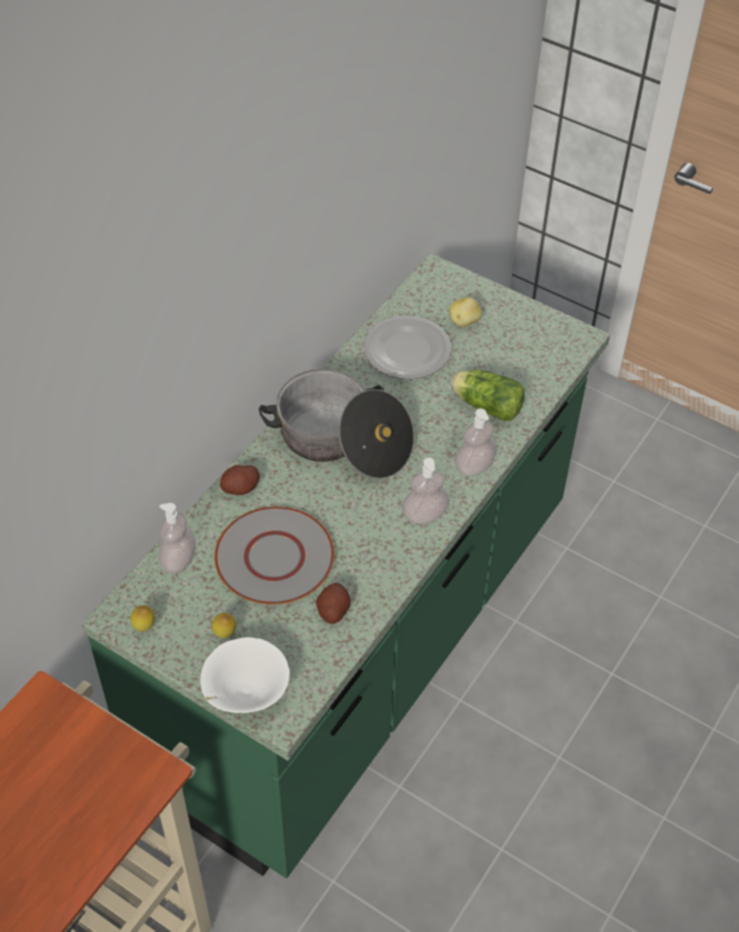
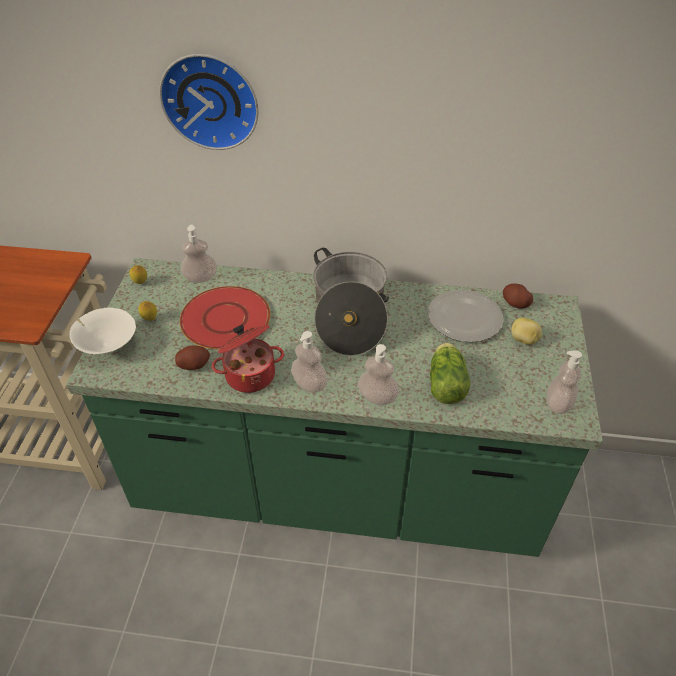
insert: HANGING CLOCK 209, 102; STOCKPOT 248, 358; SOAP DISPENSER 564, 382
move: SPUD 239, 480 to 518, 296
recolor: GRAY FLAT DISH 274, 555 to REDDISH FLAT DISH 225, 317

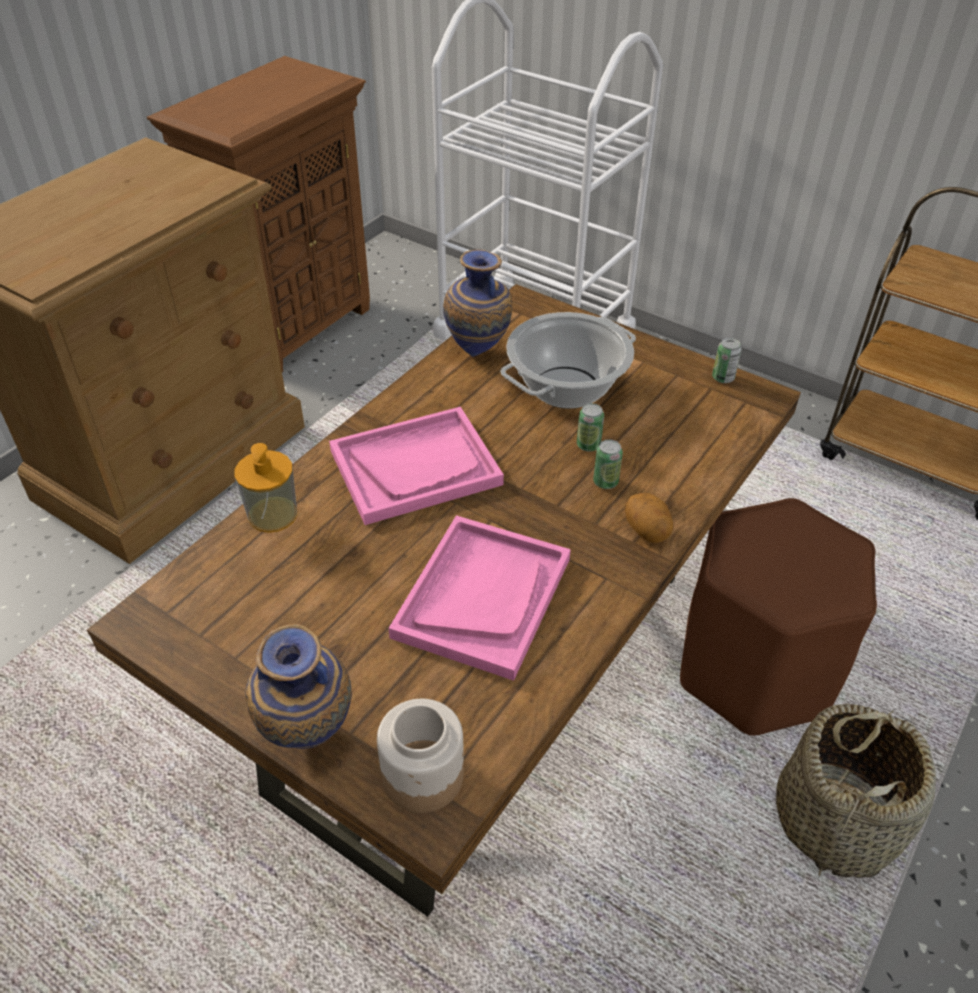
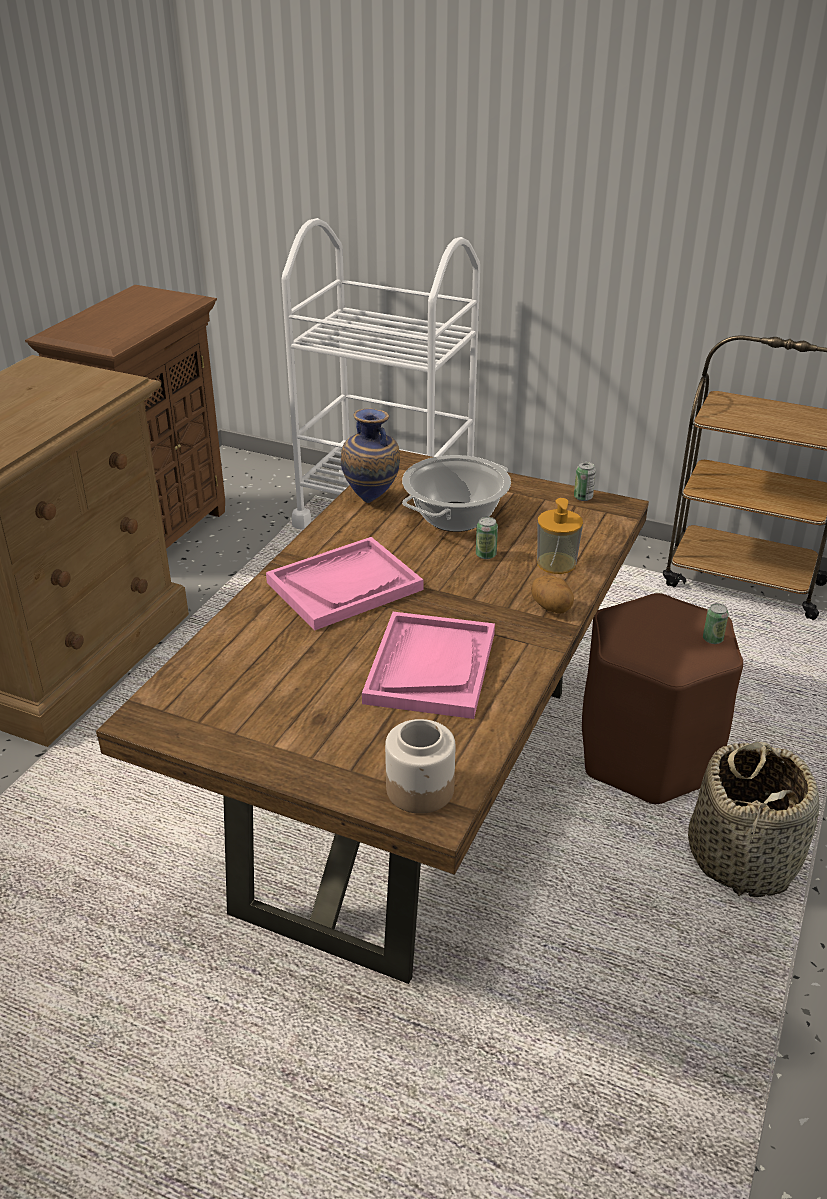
delete: DECORATIVE VASE 298, 686
move: SOAP DISPENSER 266, 488 to 560, 536; METAL CAN 608, 464 to 716, 623

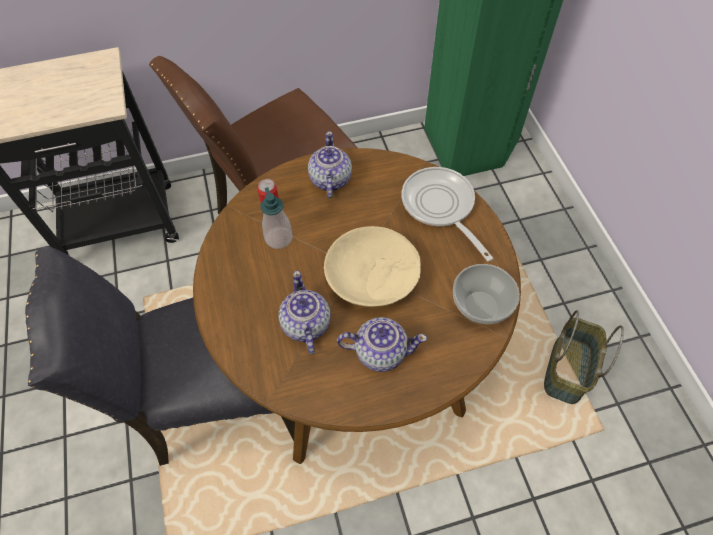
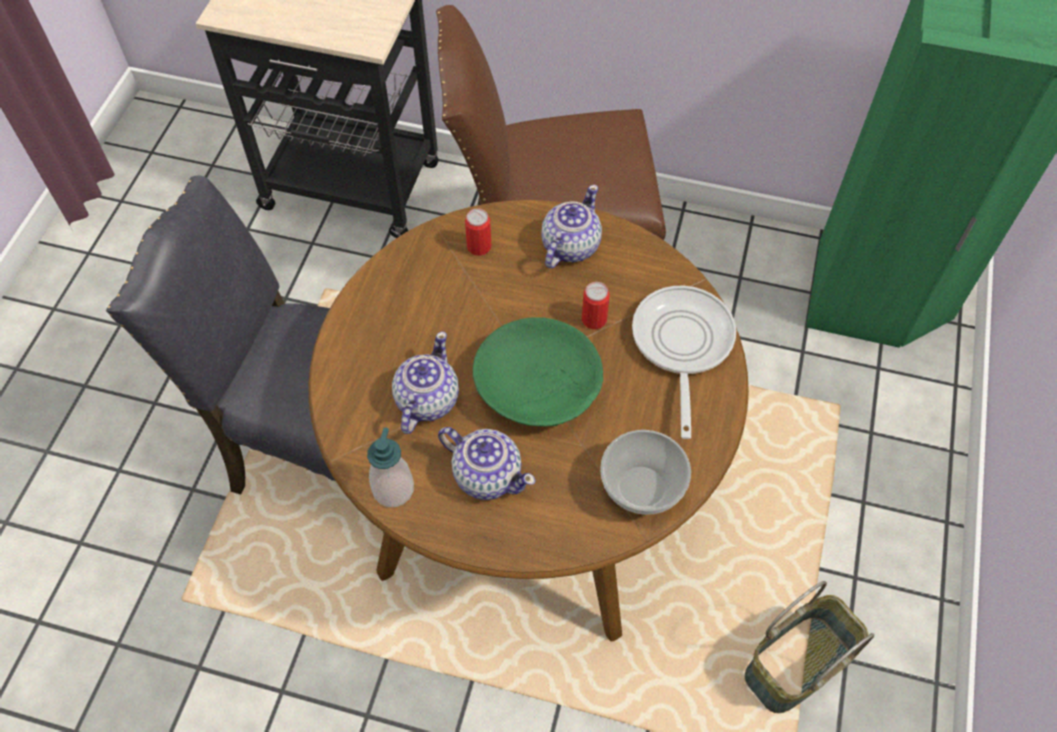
insert: METAL CAN 596, 305
move: SOAP DISPENSER 276, 218 to 390, 467
recolor: SAND-COLOURED SERVING BOWL 372, 266 to GREEN SERVING BOWL 538, 372

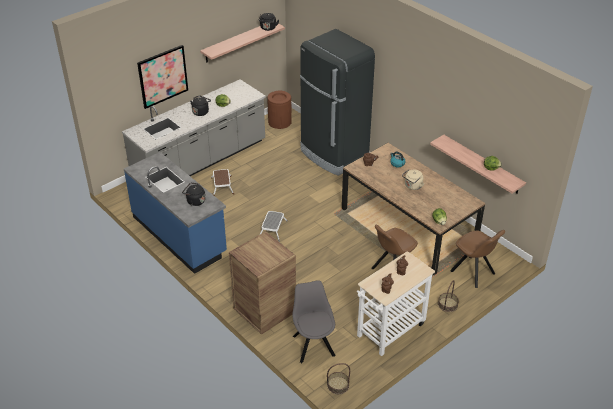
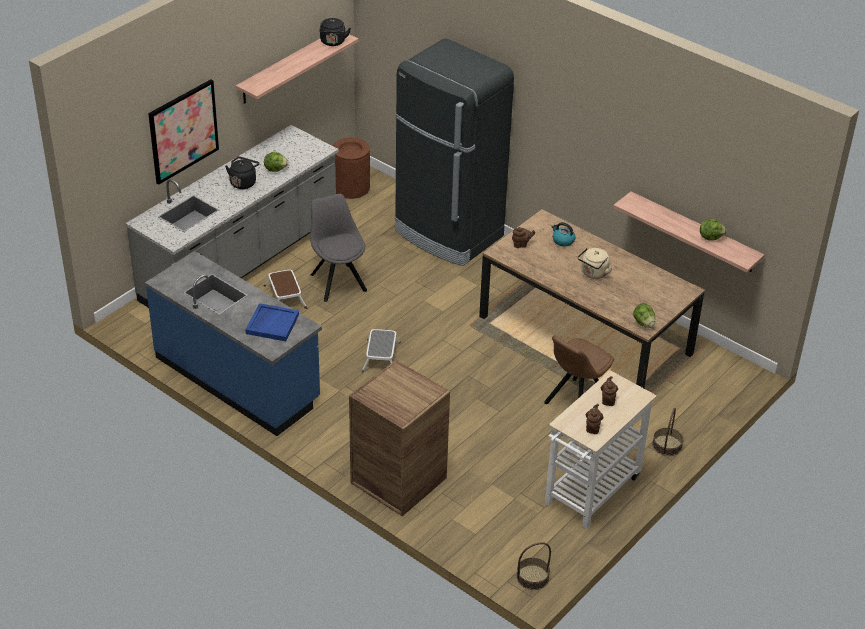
delete: BROWN PLAIN CHAIR 477, 259
move: GRAY PLAIN CHAIR 313, 321 to 338, 248
replace: BLACKISH KETTLE 193, 194 to BLUE-COLOURED TRAY 272, 322

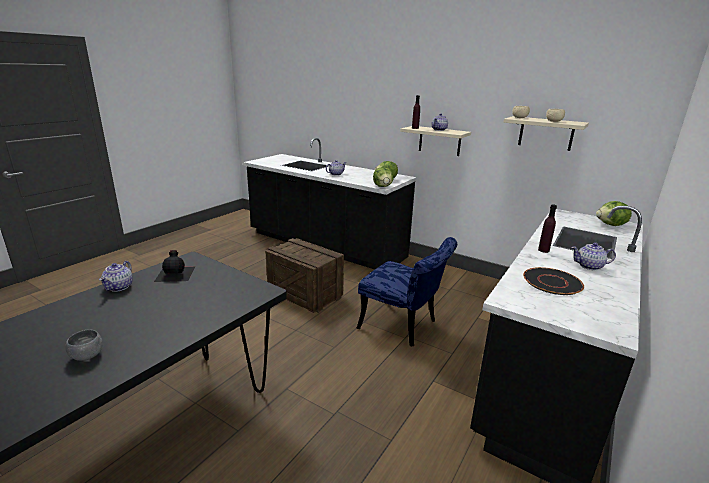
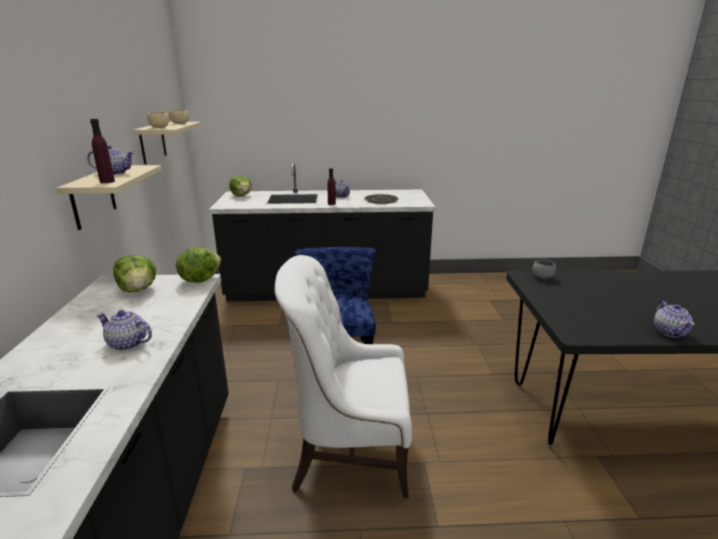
delete: BLACKISH DRINK BOTTLE 174, 266
move: GRAY SERVING BOWL 84, 345 to 544, 269
replace: SHIPPING CRATE 304, 275 to WHITE PLAIN CHAIR 343, 376
rotate: TEA POT 116, 276 = 674, 319 120 degrees clockwise

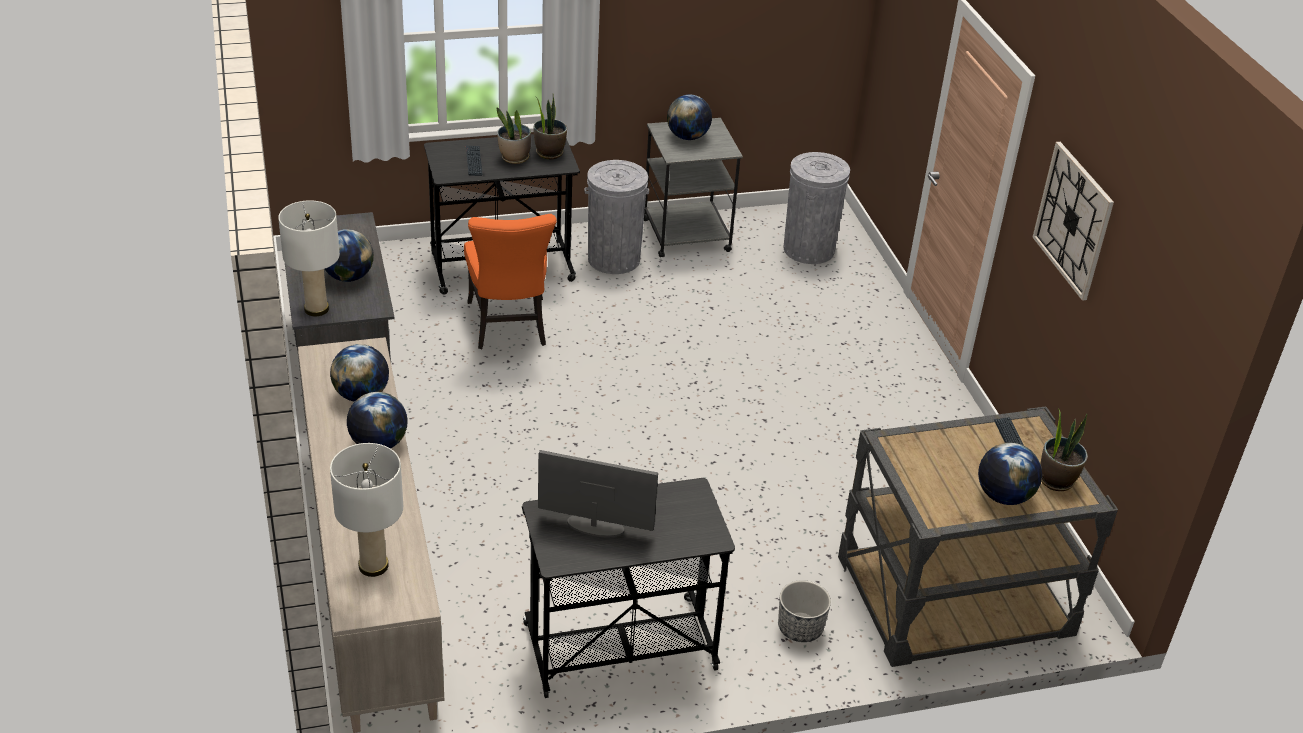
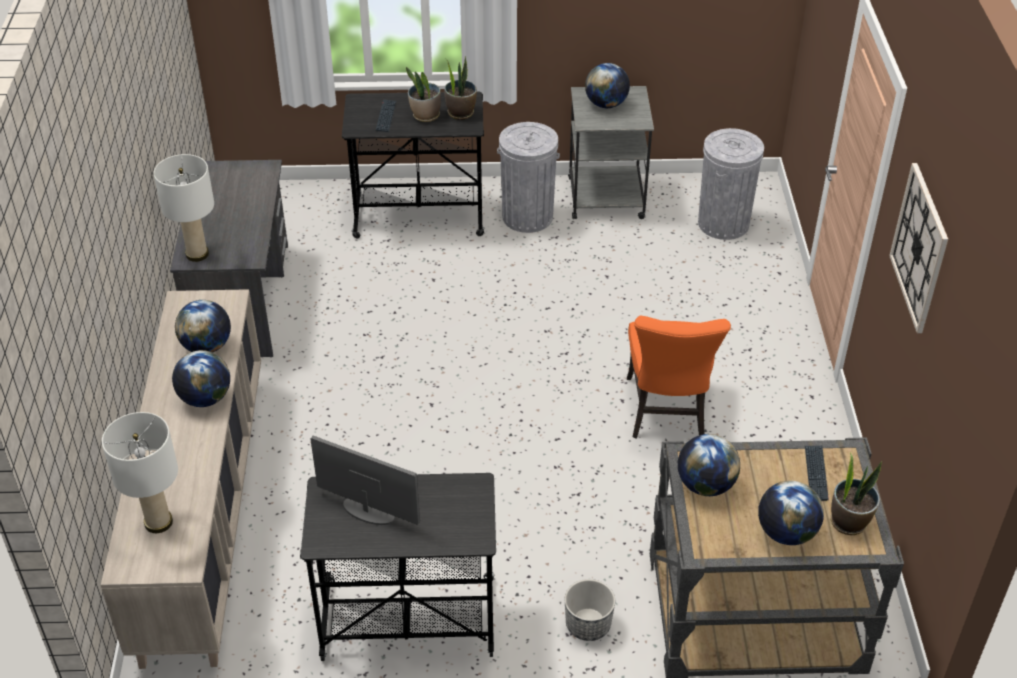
move: ORANGE-COLOURED PLAIN CHAIR 510, 281 to 679, 377; GLOBE 349, 255 to 709, 465

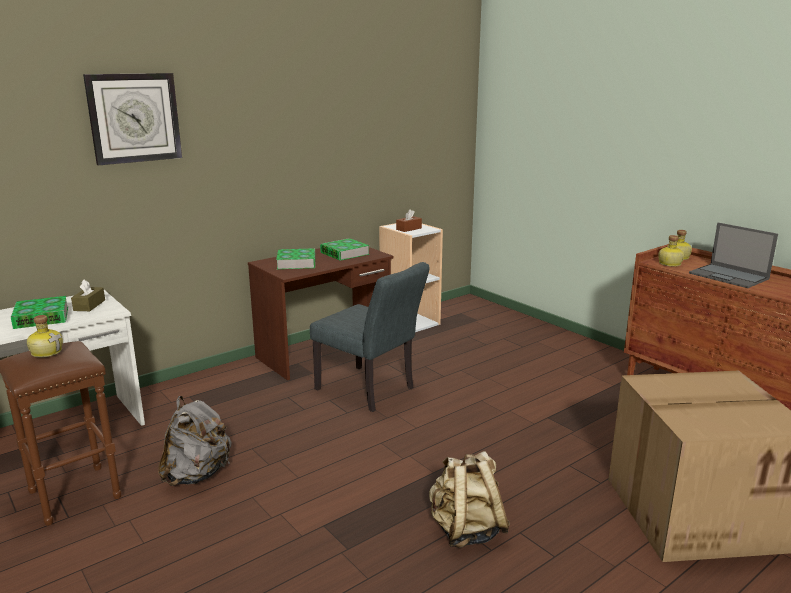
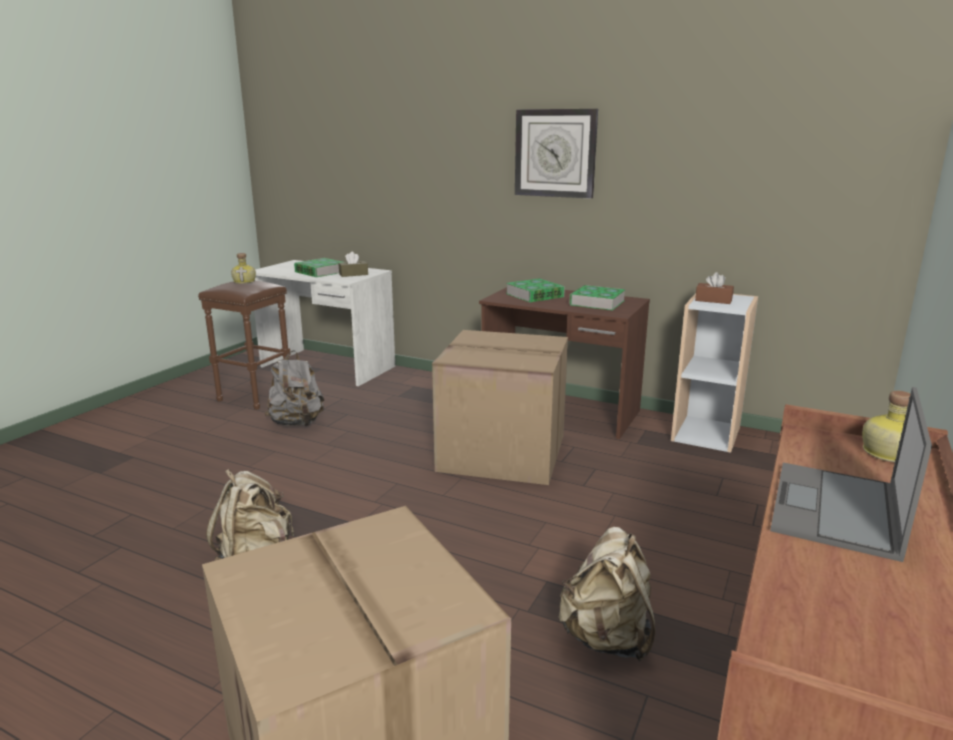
delete: DRINK BOTTLE 671, 251
insert: SAND-COLOURED KNAPSACK 606, 594
move: HANGING CLOCK 132, 119 to 556, 154
replace: GRAY PLAIN CHAIR 370, 337 to CARDBOARD BOX 500, 407

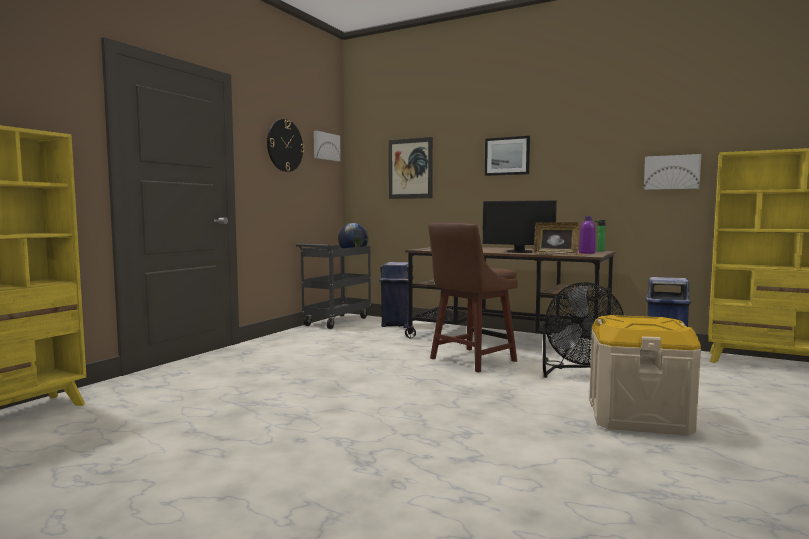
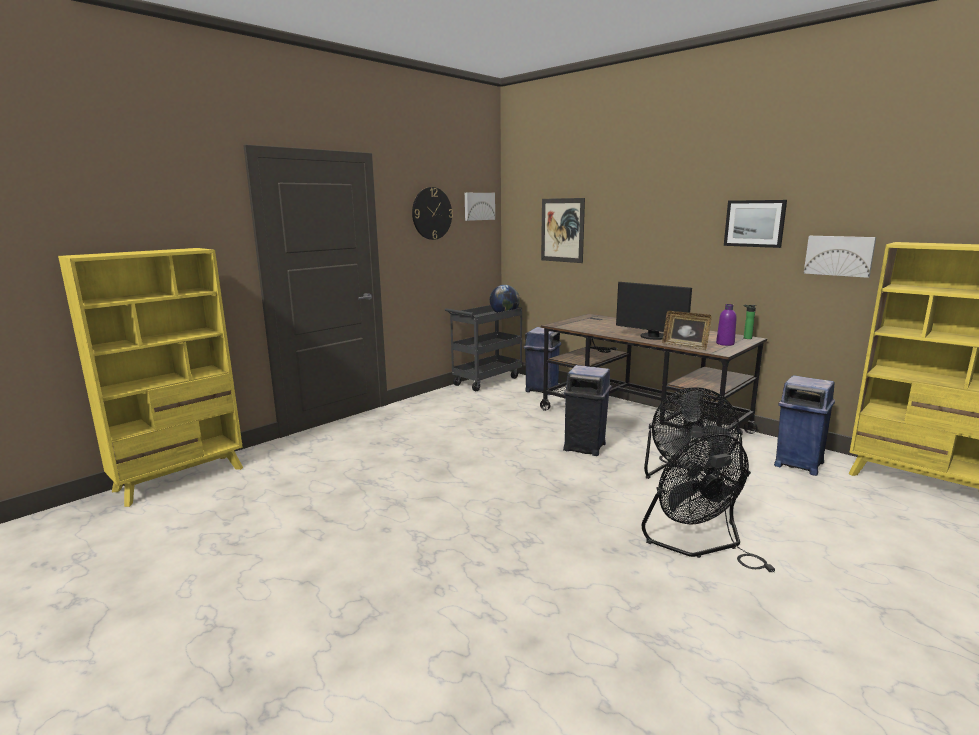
move: WALL ART 507, 156 to 755, 224
replace: BROWN PLAIN CHAIR 473, 297 to BLUE-COLOURED WASTE BIN 587, 410; SAND-COLOURED STORAGE BIN 645, 375 to BLACKISH COOLING FAN 708, 503

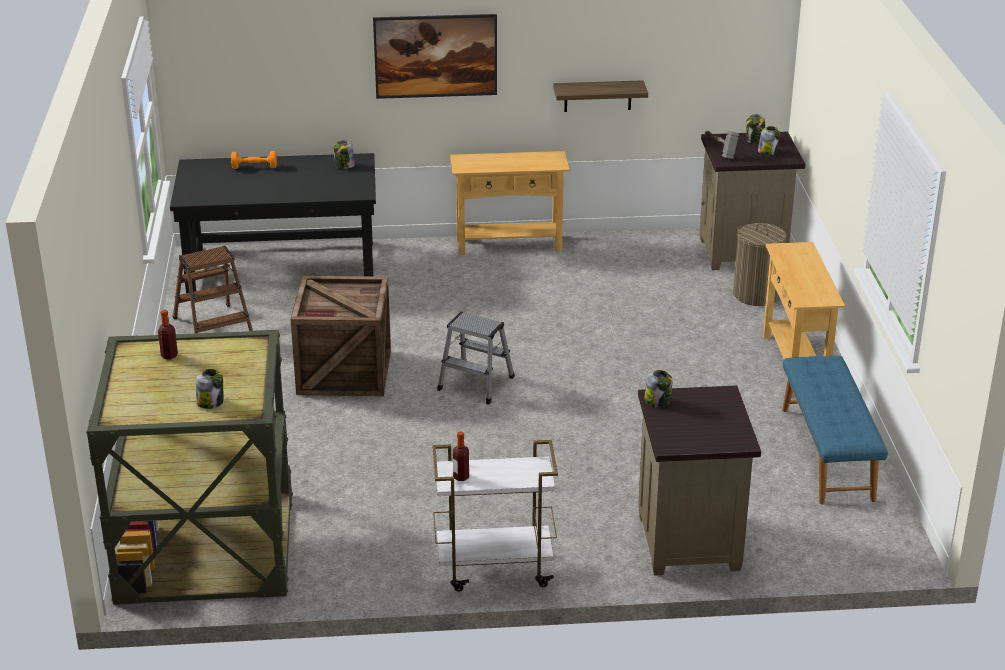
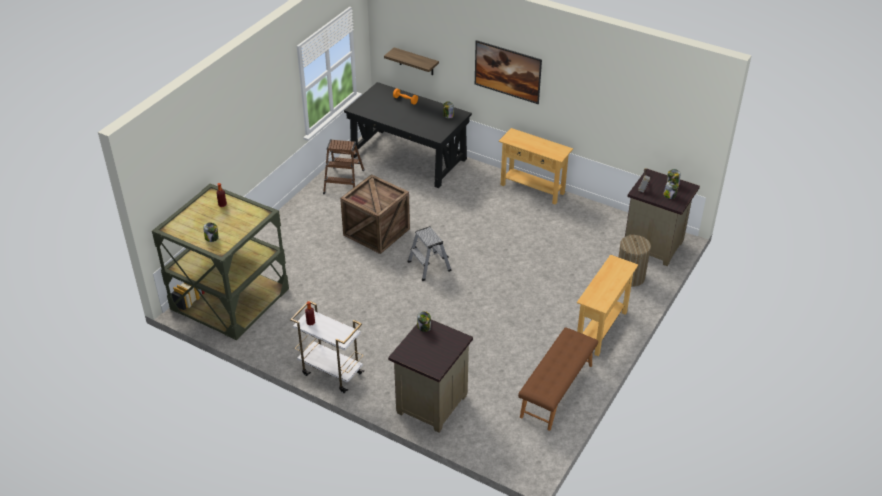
move: BRACKET SHELF 600, 96 to 411, 61
recolor: BLUE-COLOURED LONG SEAT 835, 430 to BROWN LONG SEAT 558, 379

